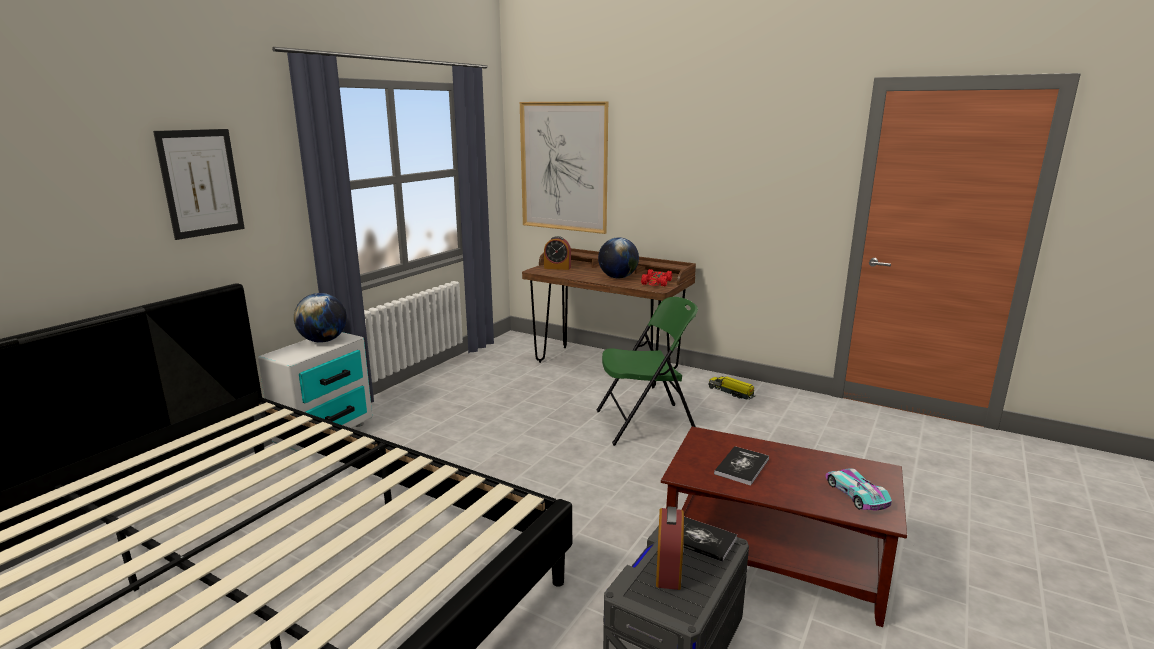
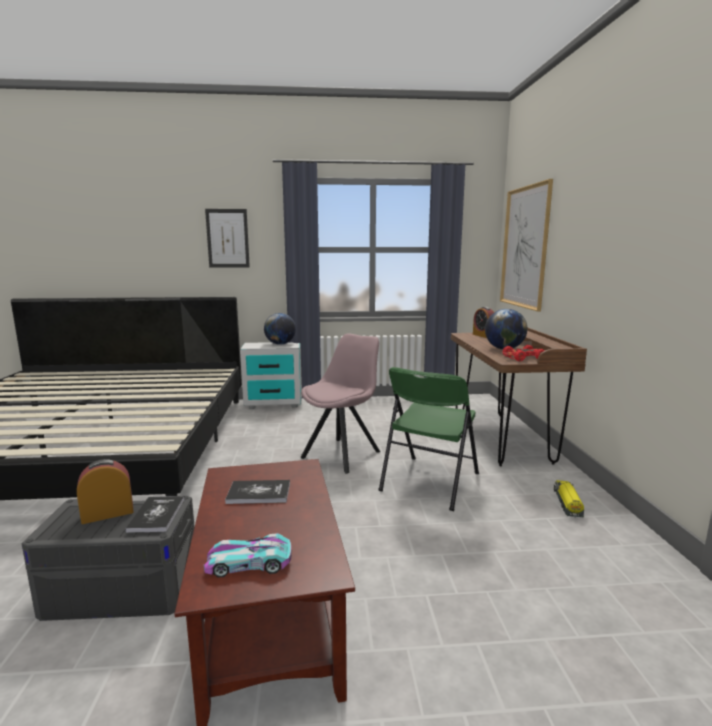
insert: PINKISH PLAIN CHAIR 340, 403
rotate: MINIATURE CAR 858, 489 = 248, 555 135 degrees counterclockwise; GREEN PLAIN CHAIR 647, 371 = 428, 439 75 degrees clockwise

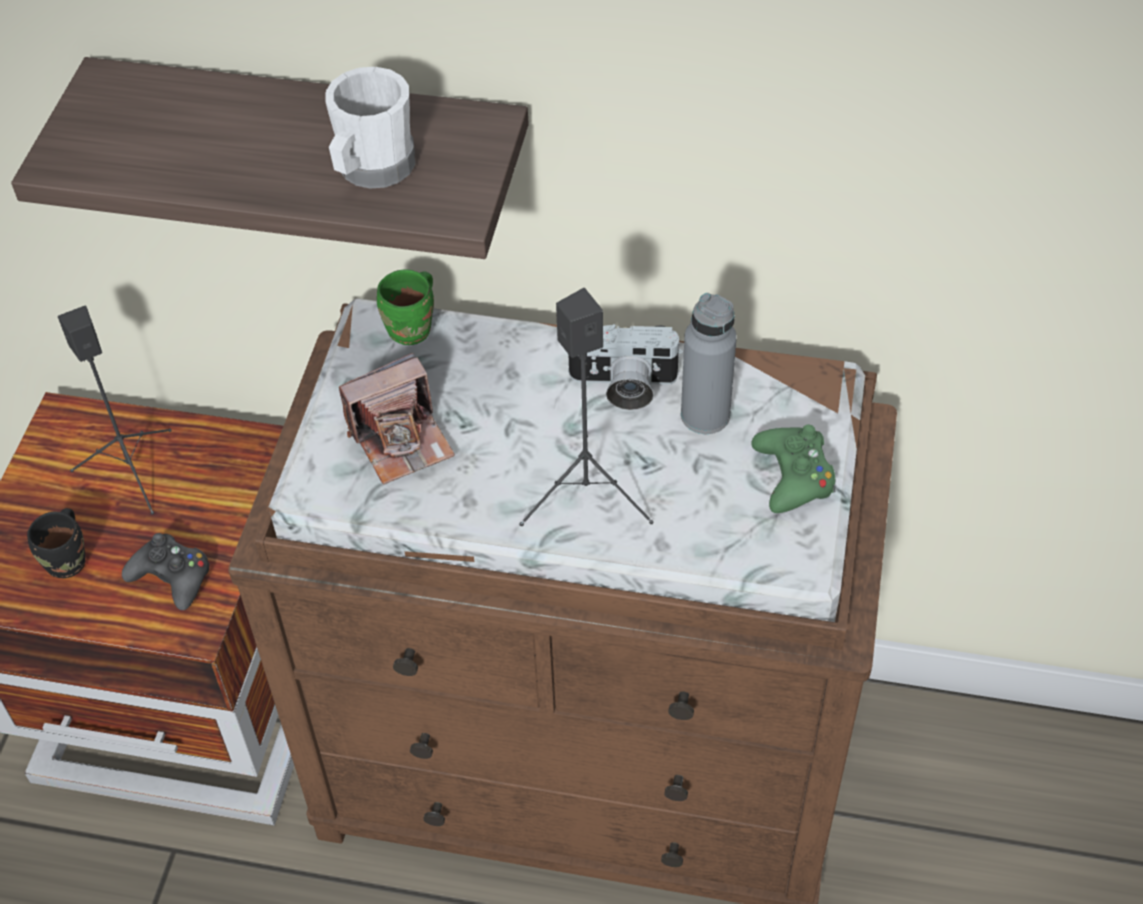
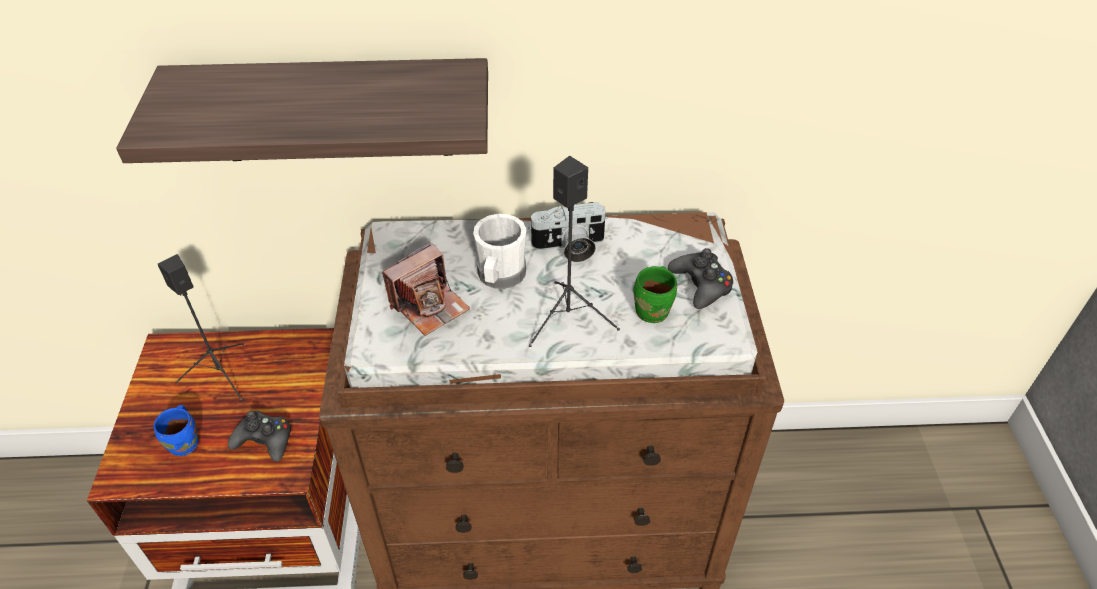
delete: GRAY DRINK BOTTLE 709, 363
move: WHITE COFFEE MUG 370, 128 to 499, 251; GREEN COFFEE MUG 405, 307 to 655, 294
recolor: BLACKISH COFFEE MUG 56, 543 to BLUE-COLOURED COFFEE MUG 176, 430; GREEN GAMEPAD 793, 469 to BLACKISH GAMEPAD 700, 278

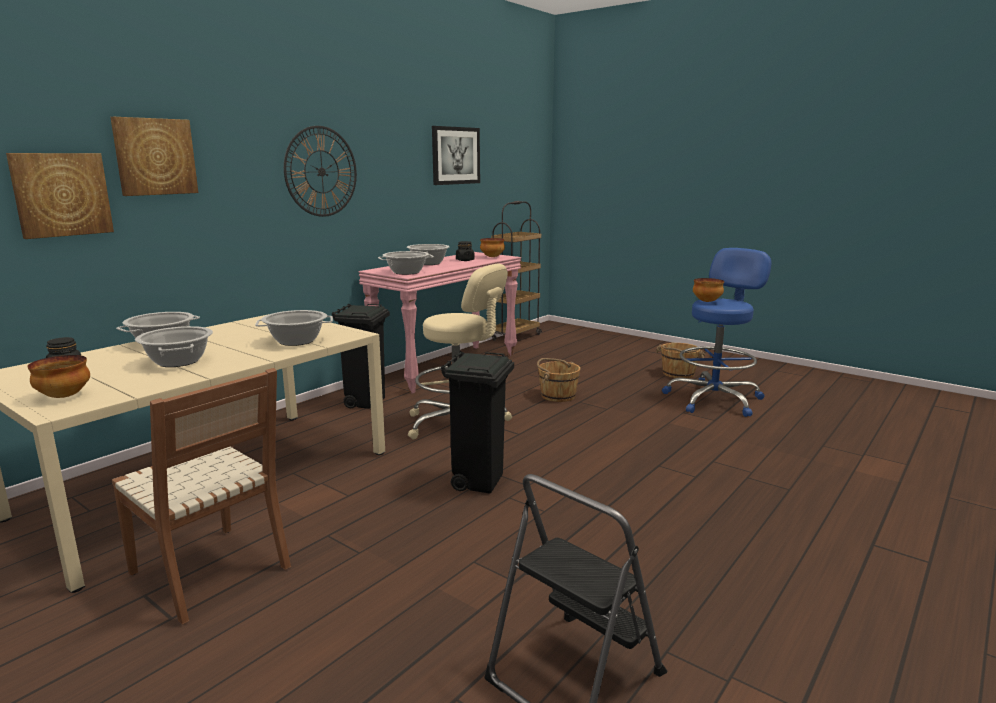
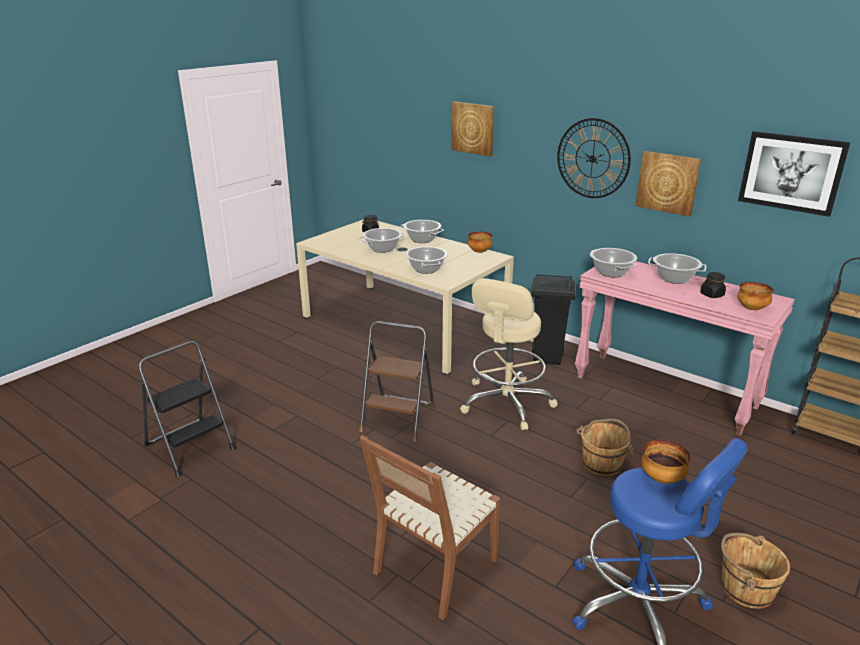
move: PLAIN CHAIR 201, 496 to 430, 527; SERVING BOWL 58, 376 to 480, 242; WALL ART 60, 196 to 668, 184
replace: BLACKISH WASTE BIN 477, 422 to BROWN STEP STOOL 396, 381

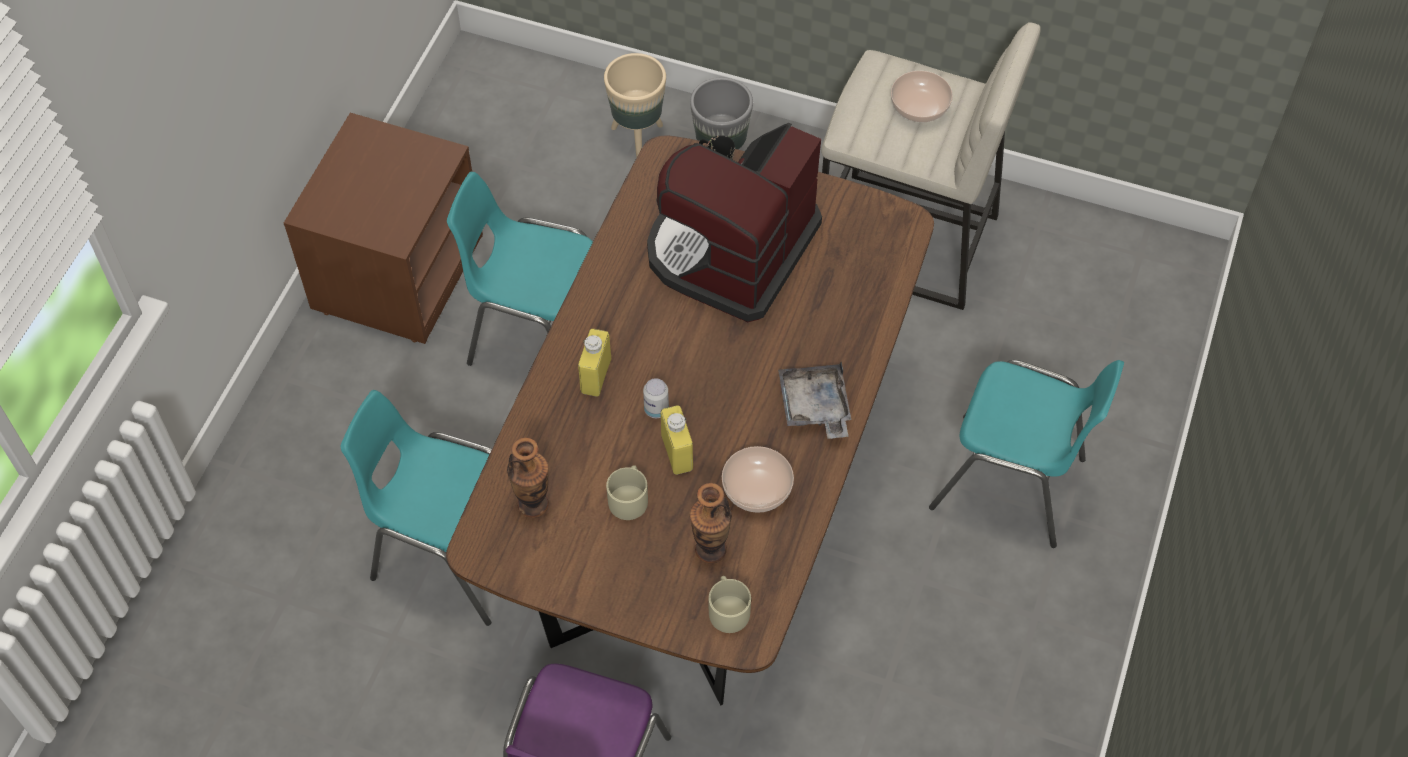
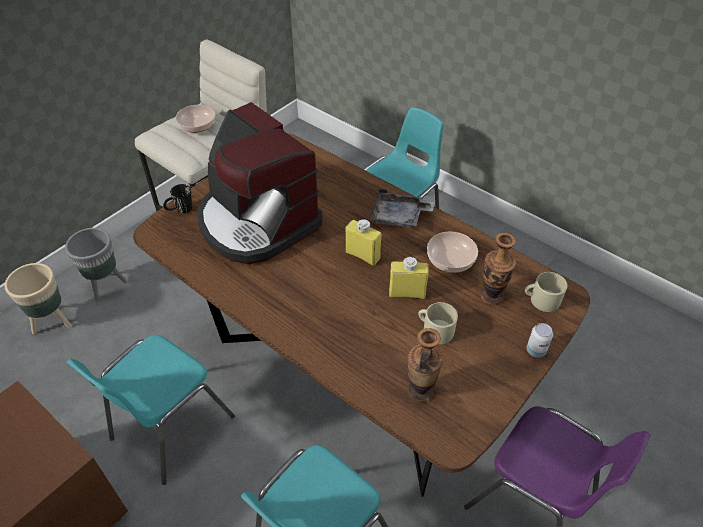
move: YELLOW DRINK BOTTLE 594, 363 to 363, 242; METAL CAN 656, 398 to 540, 340

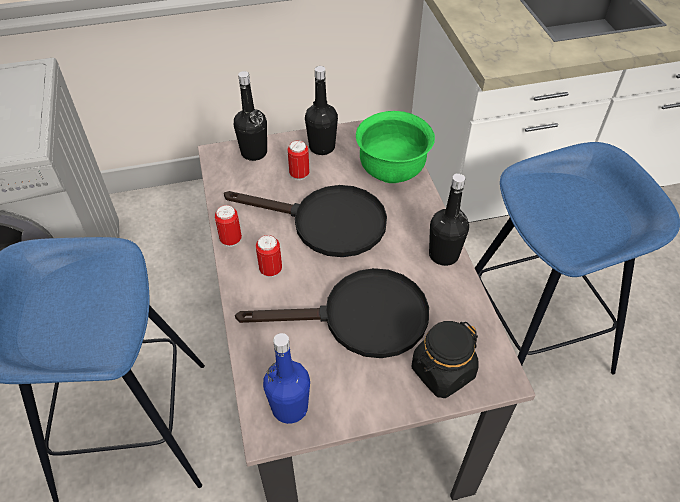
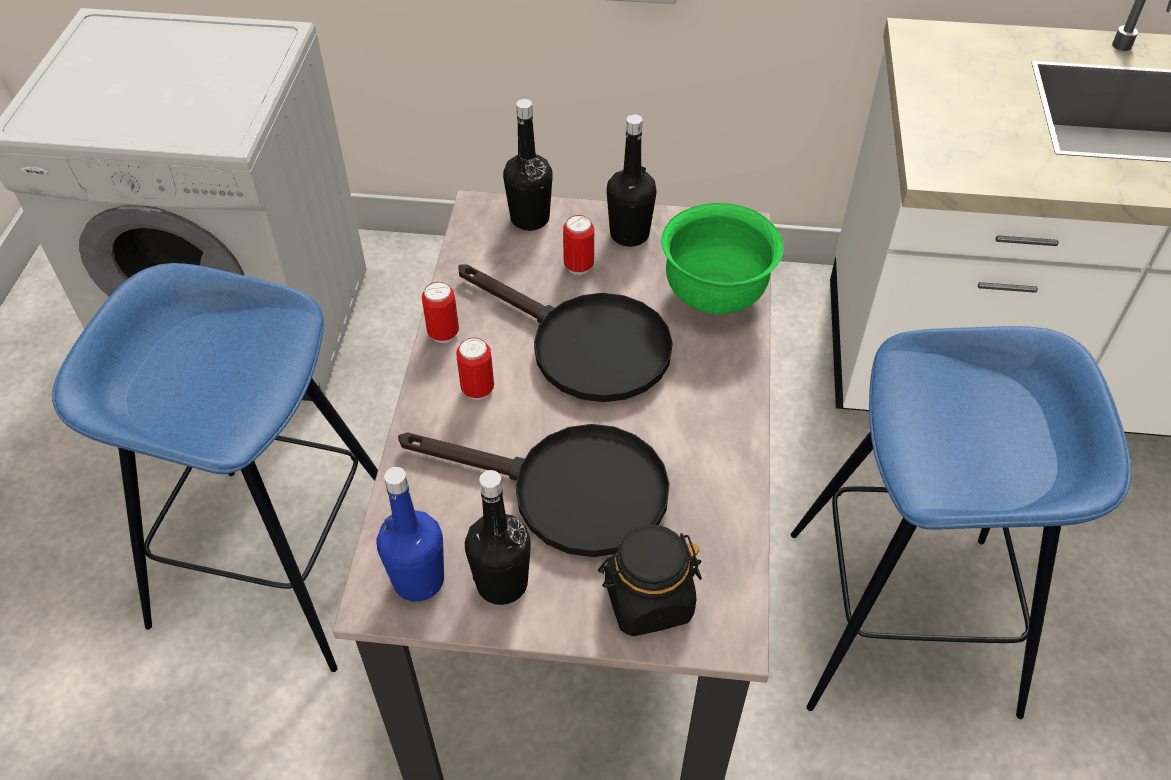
move: BLACKISH DRINK BOTTLE 449, 219 to 498, 537

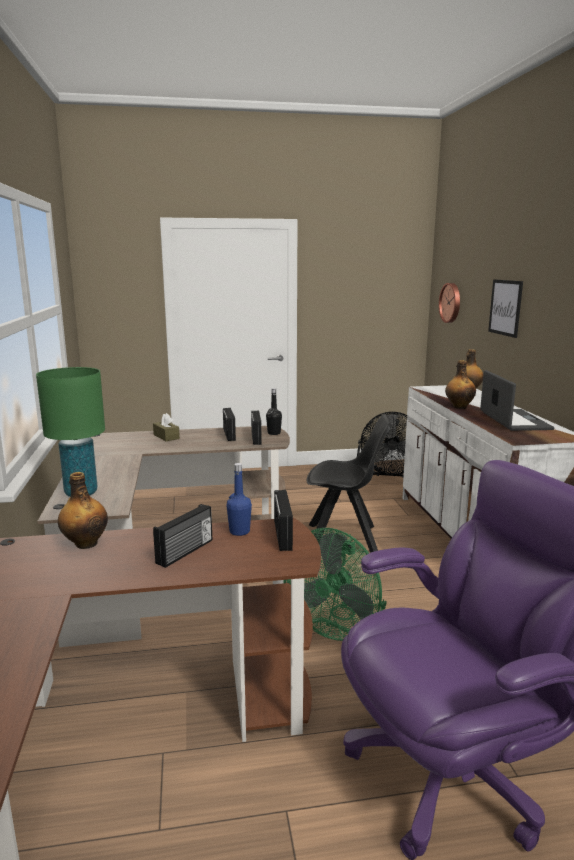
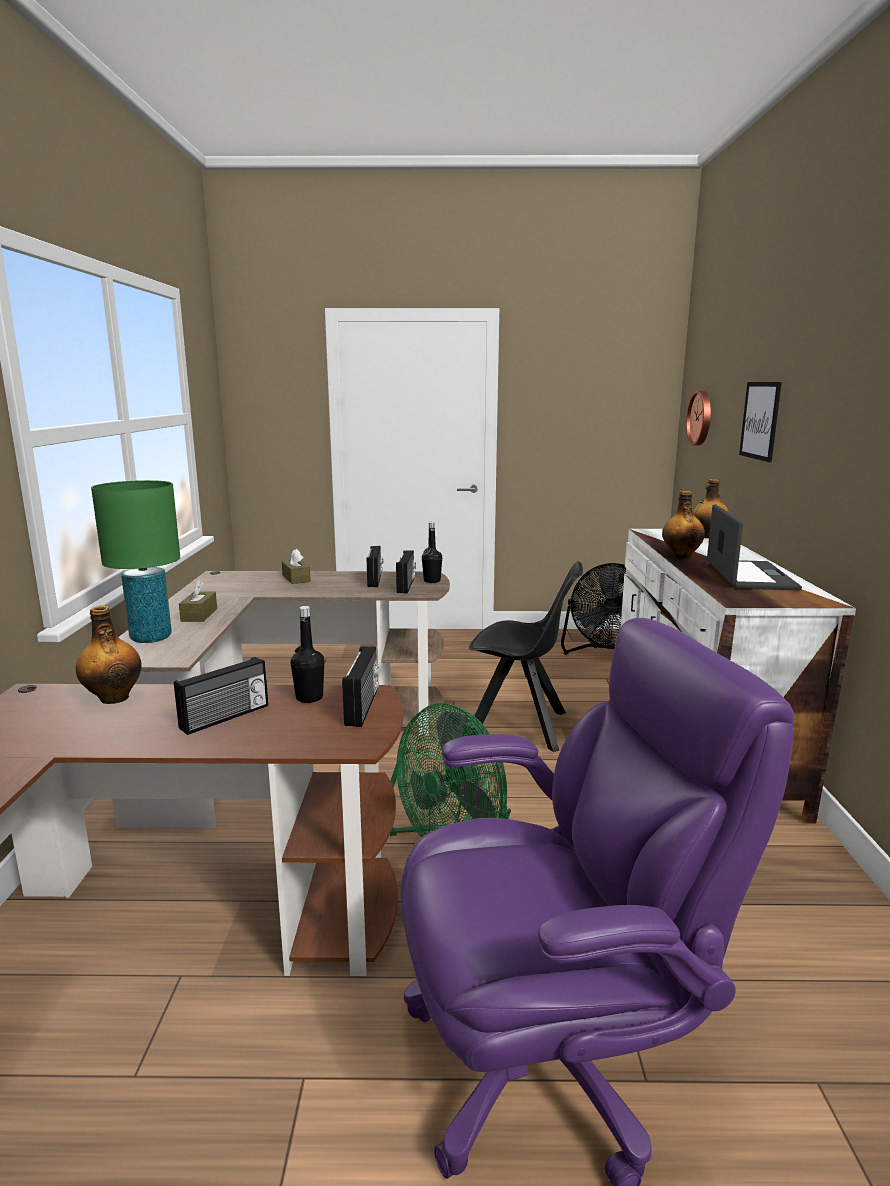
insert: BROWN TISSUE BOX 198, 601
recolor: BLUE-COLOURED DRINK BOTTLE 239, 499 to BLACKISH DRINK BOTTLE 307, 654

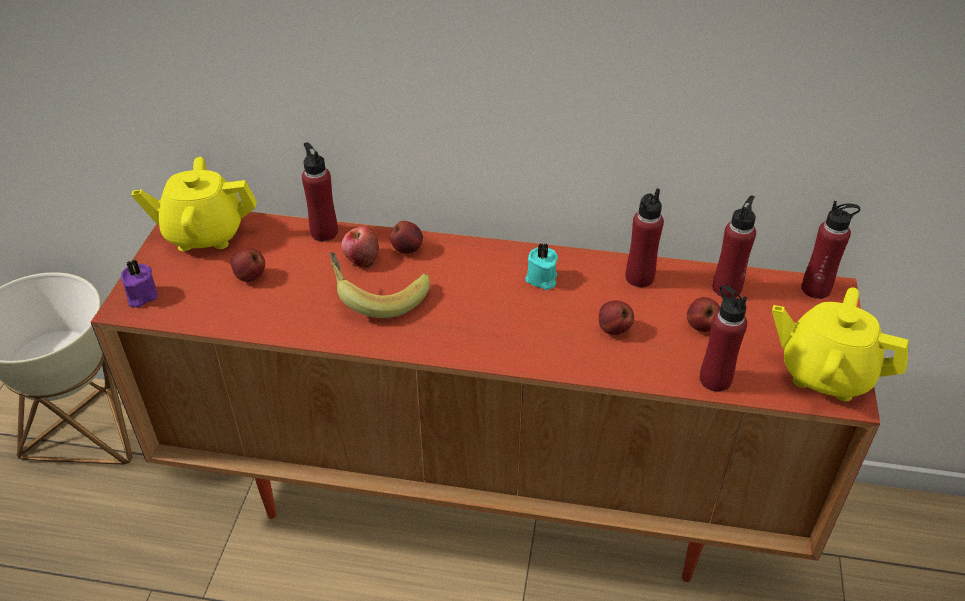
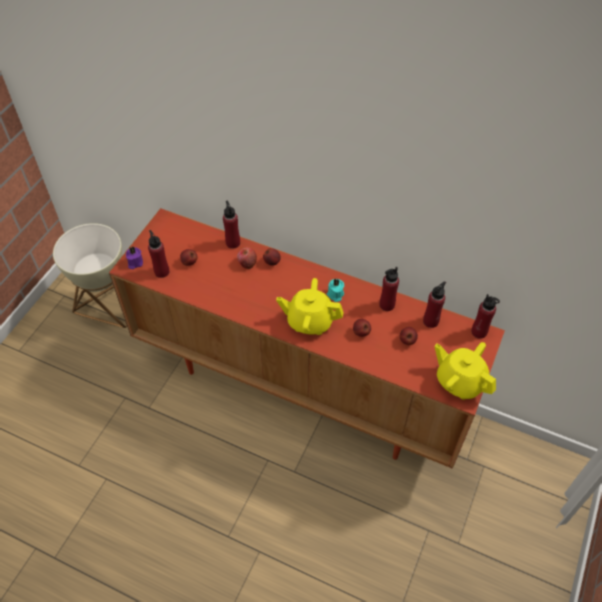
delete: BANANA 379, 285
move: REDDISH DRINK BOTTLE 723, 338 to 158, 254; YELLOW TEA POT 194, 204 to 310, 306

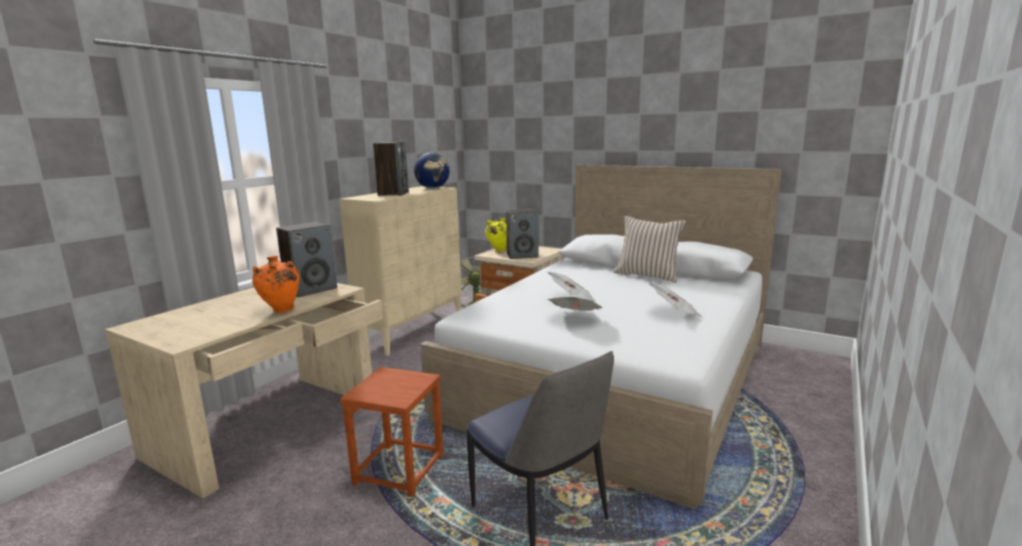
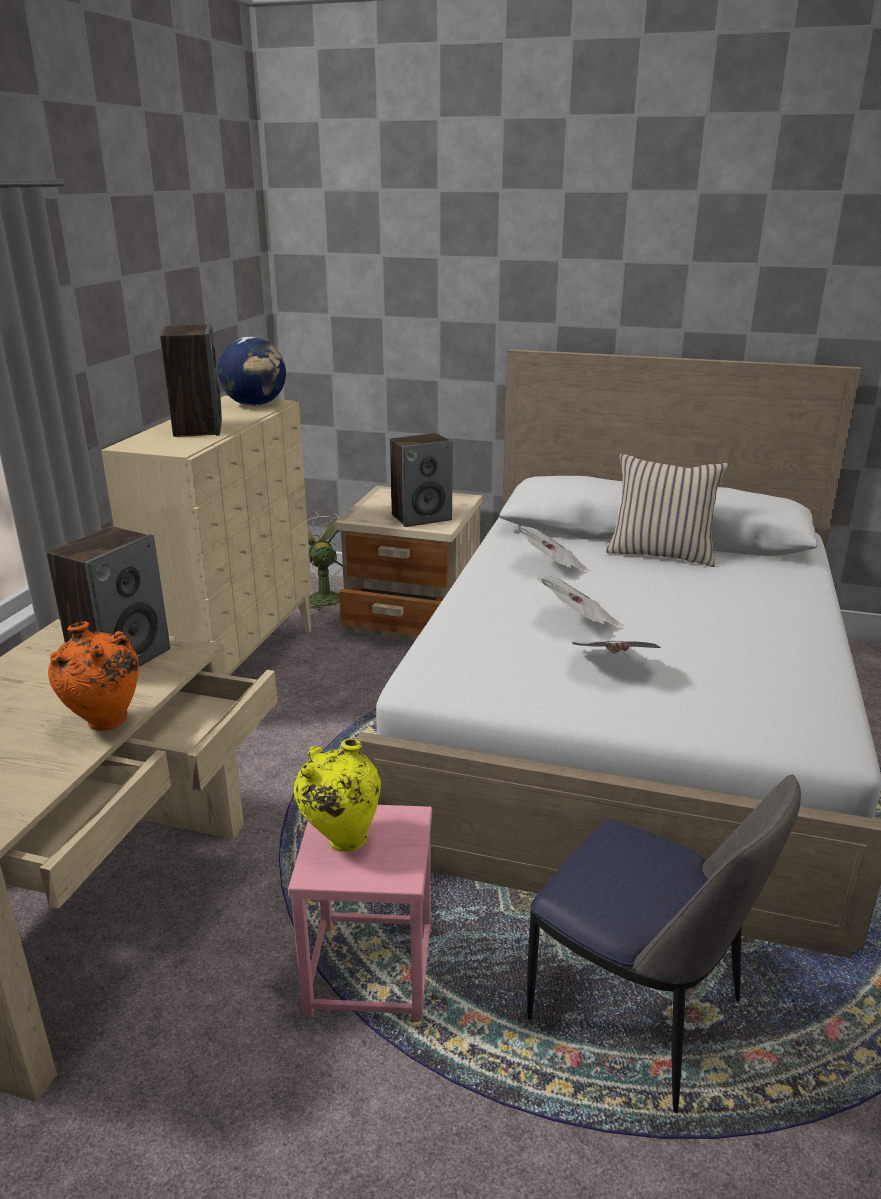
move: YELLOW DECORATIVE VASE 496, 235 to 337, 795; NEWSPAPER 675, 300 to 552, 548
recolor: BROWN STOOL 392, 432 to PINKISH STOOL 360, 913

